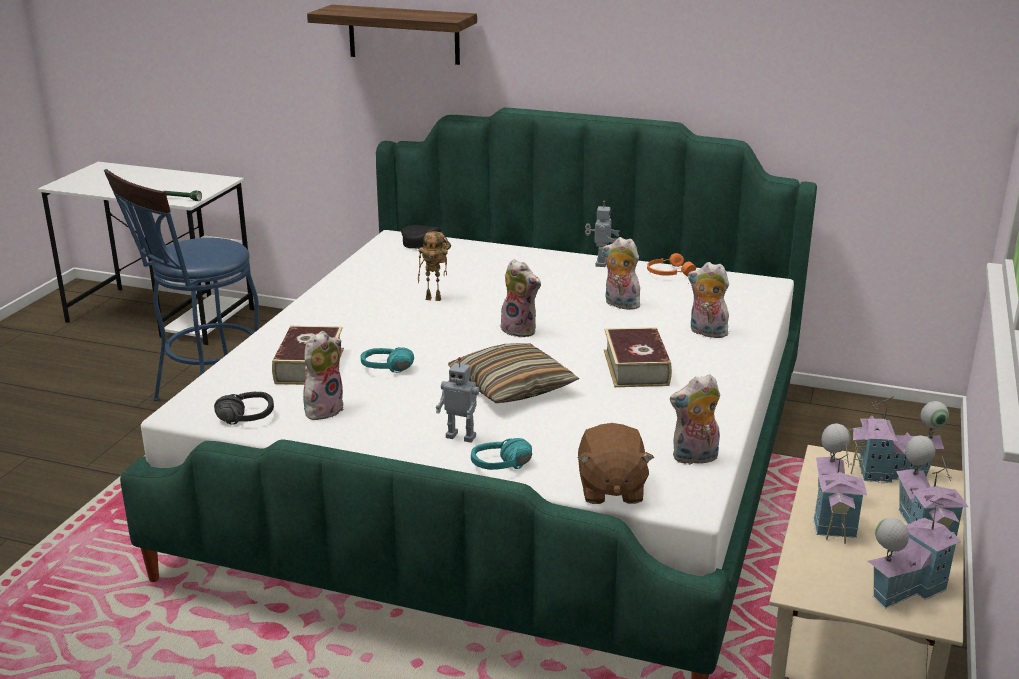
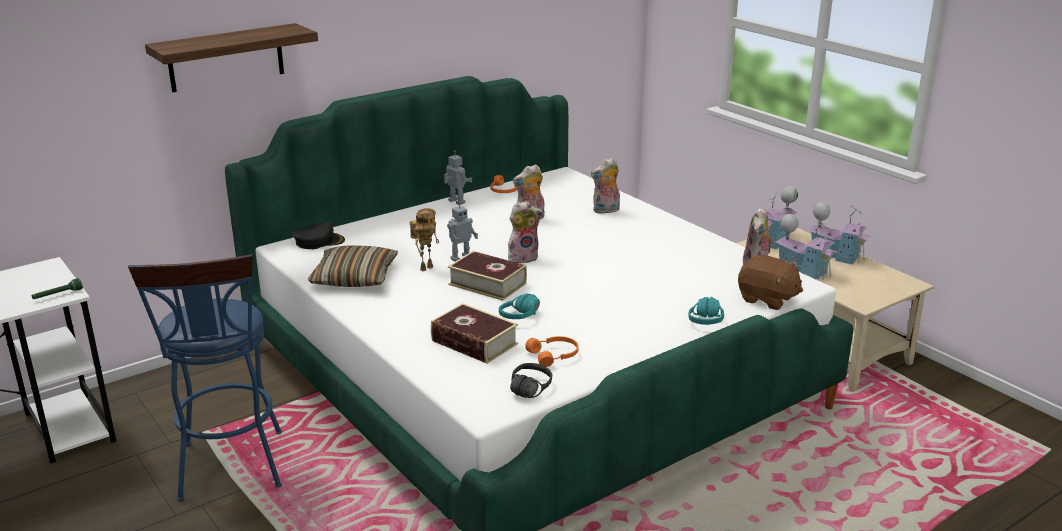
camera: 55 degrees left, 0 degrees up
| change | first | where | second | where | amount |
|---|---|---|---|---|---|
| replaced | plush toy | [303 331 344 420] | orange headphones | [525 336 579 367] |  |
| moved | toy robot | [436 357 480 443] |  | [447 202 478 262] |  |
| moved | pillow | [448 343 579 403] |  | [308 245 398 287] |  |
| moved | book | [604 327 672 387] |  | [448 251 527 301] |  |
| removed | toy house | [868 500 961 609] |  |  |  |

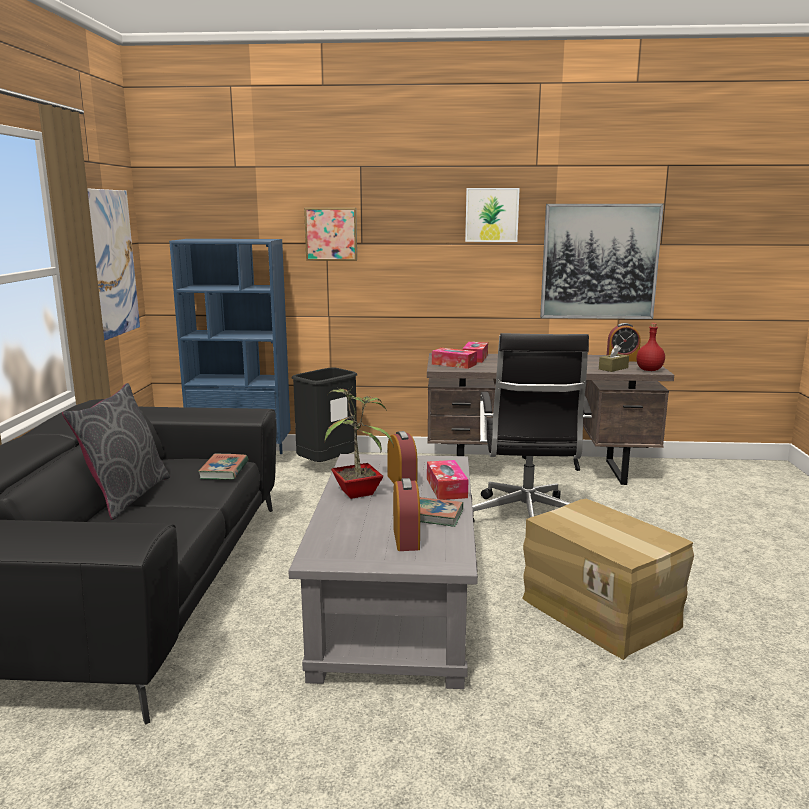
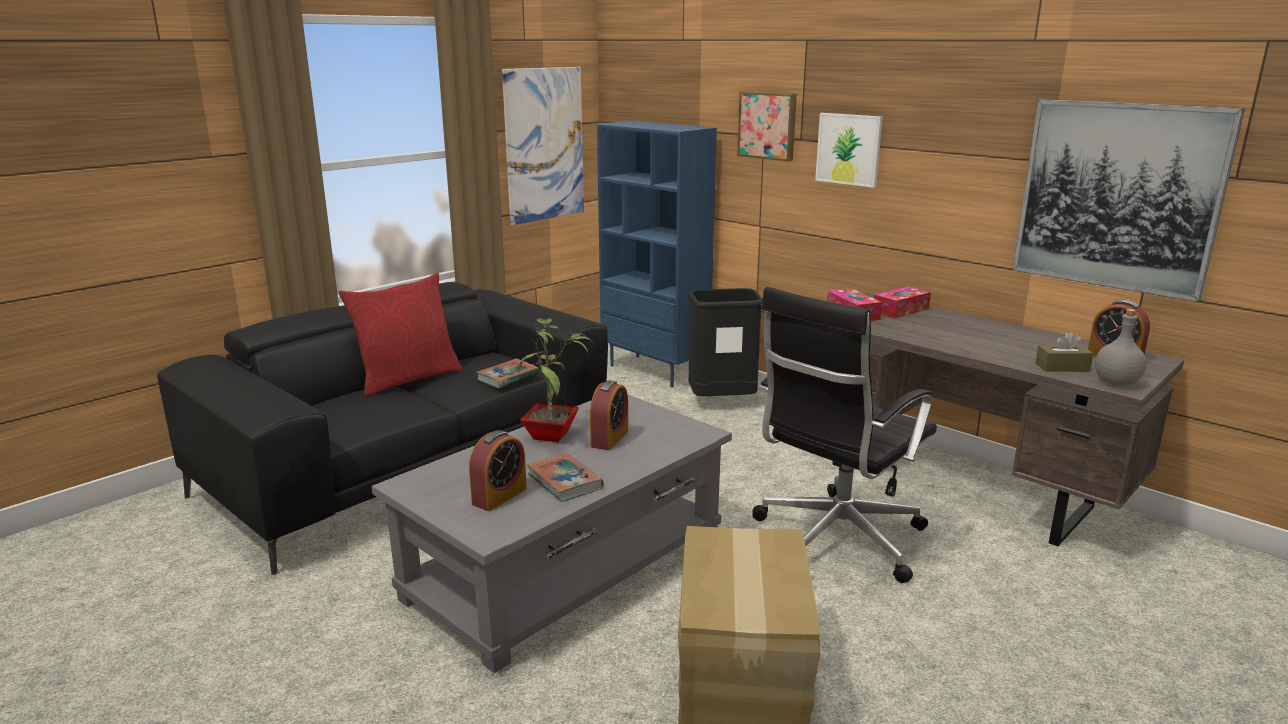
camera: 40 degrees right, 5 degrees up
| change | first | where | second | where | amount |
|---|---|---|---|---|---|
| recoloured | grey pillow | [62 383 170 520] | red pillow | [339 273 463 397] |  |
| removed | tissue box | [427 460 468 500] |  |  |  |
| moved | picture | [465 188 520 242] |  | [815 113 882 188] |  |
| recoloured | red bottle | [636 323 665 371] | grey bottle | [1095 309 1146 386] |  |

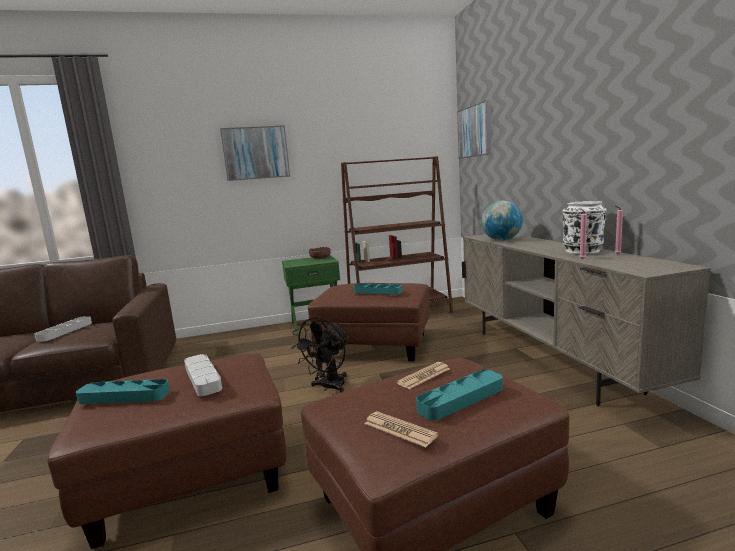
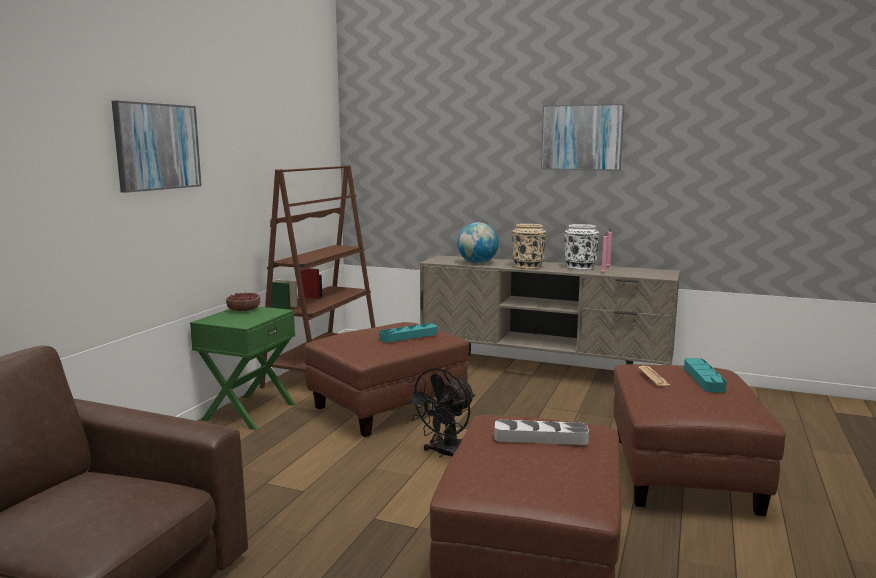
camera: 55 degrees left, 0 degrees up
| change | first | where | second | where | amount |
|---|---|---|---|---|---|
| removed | grey tray | [34 316 92 342] |  |  |  |
| removed | turquoise tray | [76 379 170 404] |  |  |  |
| turned | black fan | [291 317 349 393] |  | [405 368 475 458] | 60 degrees clockwise |
| removed | newspaper | [364 411 438 447] |  |  |  |
| moved | picture | [457 100 491 159] |  | [541 104 624 171] |  |
| added |  |  | beige vase | [512 224 546 269] |  |

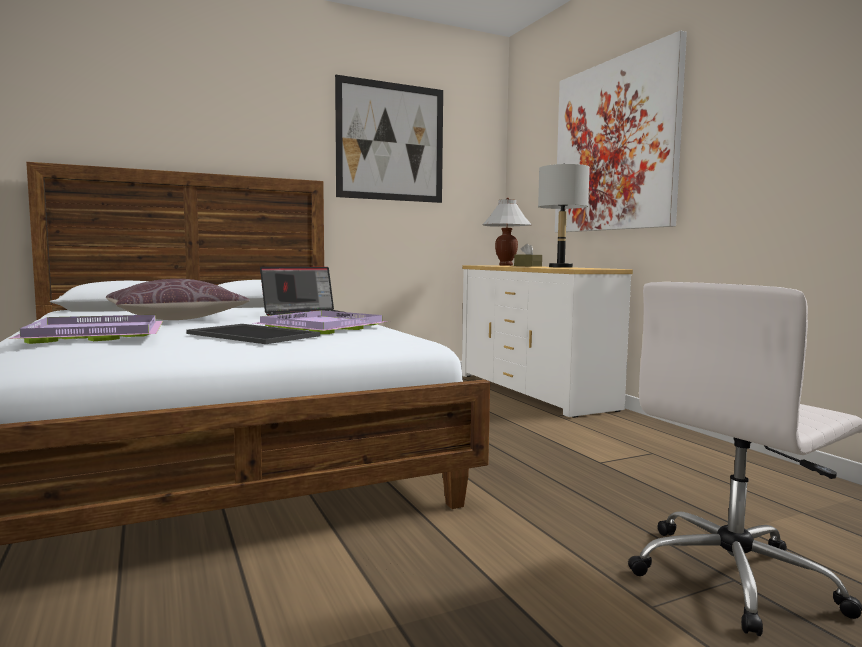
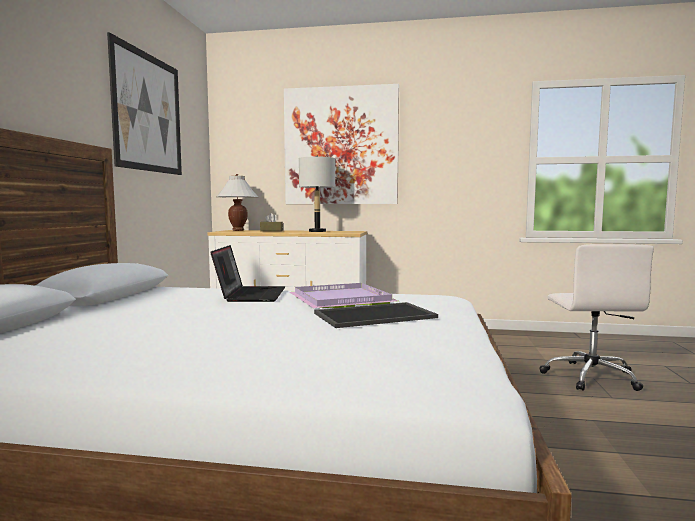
camera: 55 degrees left, 0 degrees up
| change | first | where | second | where | amount |
|---|---|---|---|---|---|
| removed | purple tray | [9 315 163 344] |  |  |  |
| removed | brown pillow | [106 279 250 320] |  |  |  |

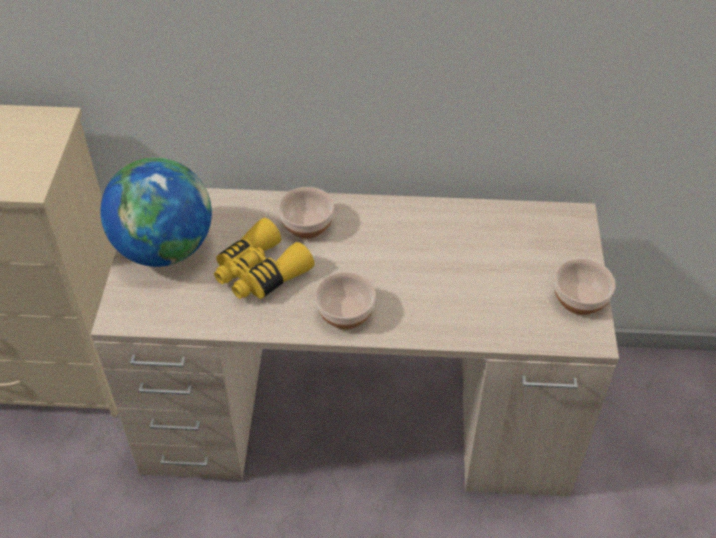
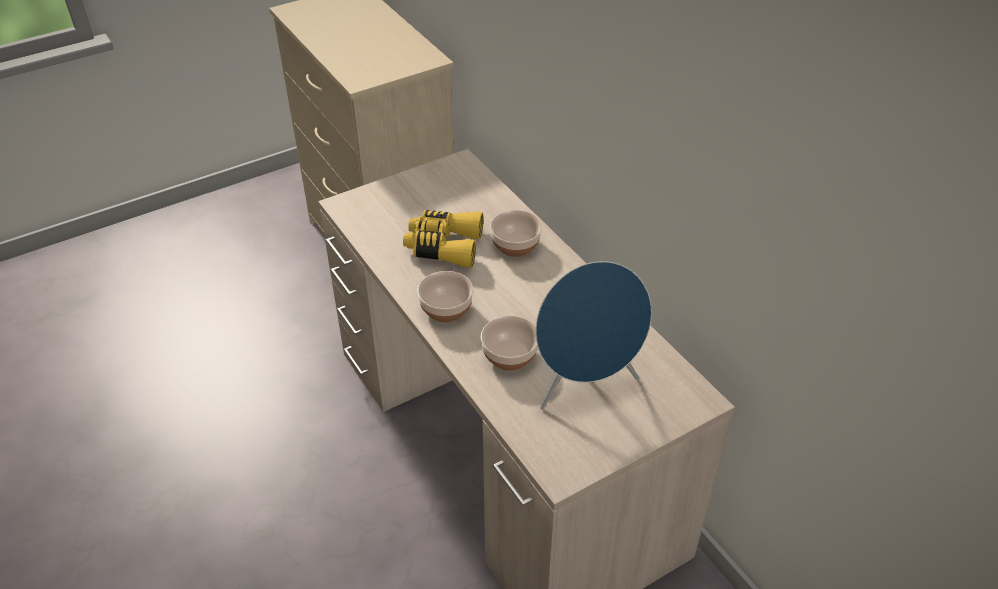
camera: 55 degrees right, 5 degrees down
| change | first | where | second | where | amount |
|---|---|---|---|---|---|
| removed | globe | [100 157 212 267] |  |  |  |
| moved | bowl | [555 259 616 315] |  | [481 316 538 371] |  |
| added |  |  | blue speaker | [535 261 652 410] |  |

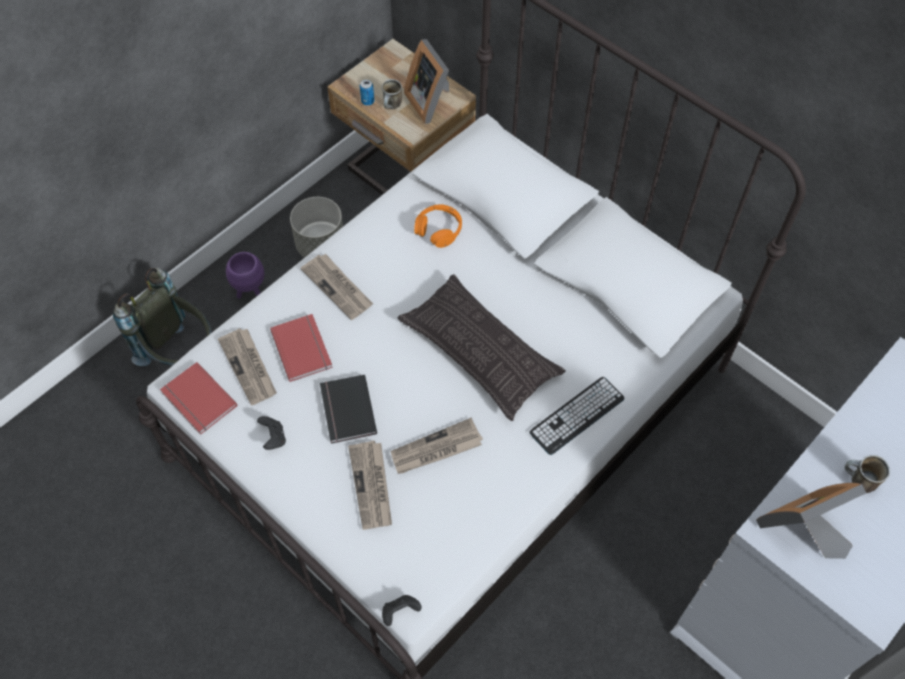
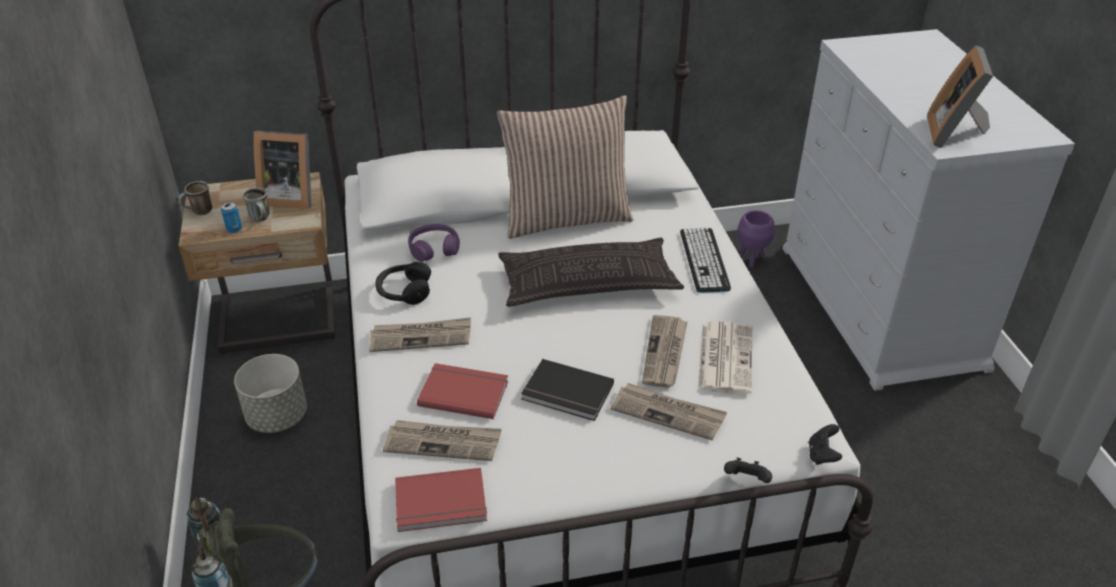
camera: 55 degrees left, 20 degrees down
| change | first | where | second | where | amount |
|---|---|---|---|---|---|
| moved | purple planter | [226 252 265 299] |  | [737 210 775 268] |  |
| moved | black game controller | [257 416 286 450] |  | [724 458 772 483] |  |
| recoloured | orange headphones | [414 204 462 248] | purple headphones | [408 224 460 262] |  |
| moved | mug | [845 455 890 493] |  | [179 181 213 215] |  |
| added |  |  | black headphones | [375 262 431 305] |  |
| added |  |  | pillow | [497 95 633 239] |  |
| added |  |  | newspaper | [698 321 752 394] |  |

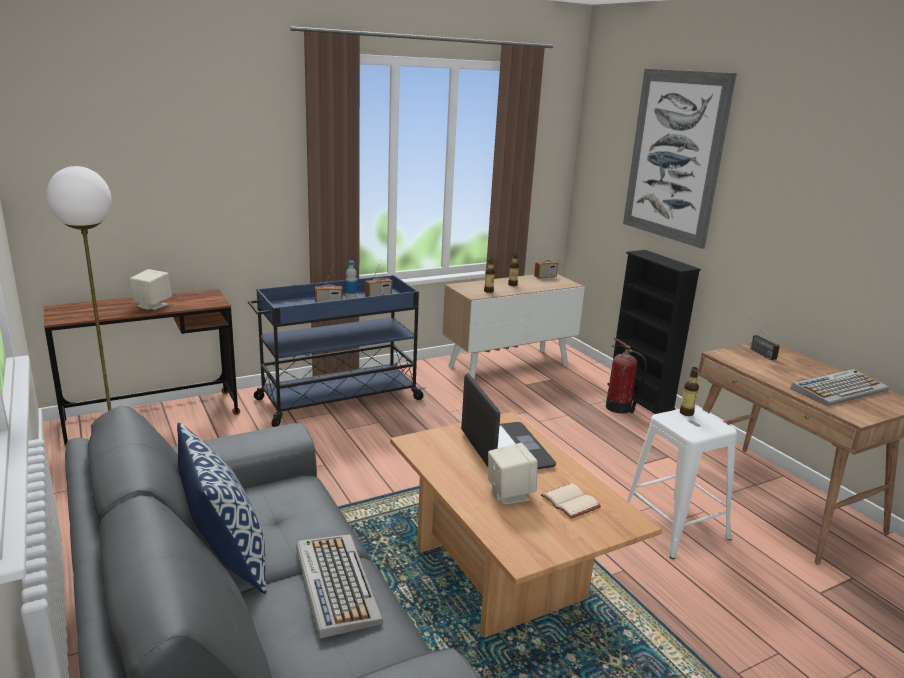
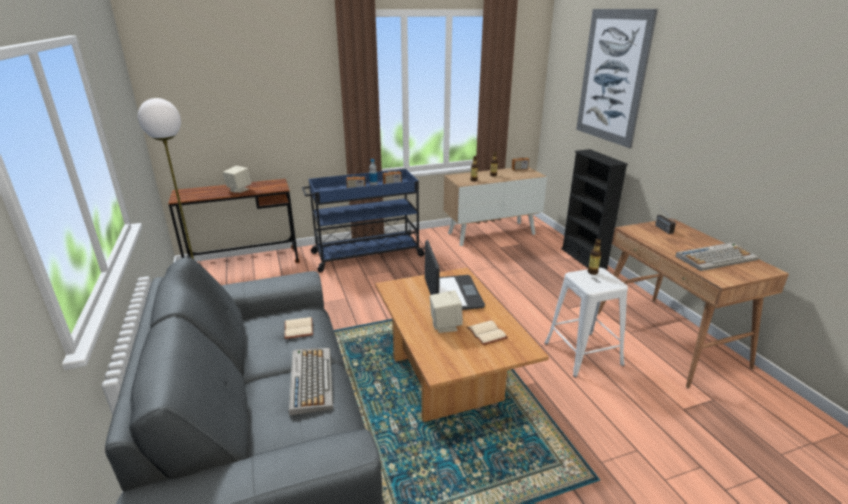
camera: 10 degrees right, 5 degrees up
| change | first | where | second | where | amount |
|---|---|---|---|---|---|
| removed | pillow | [177 422 266 594] |  |  |  |
| removed | fire extinguisher | [606 338 647 413] |  |  |  |
| added |  |  | beige book | [284 317 313 339] |  |

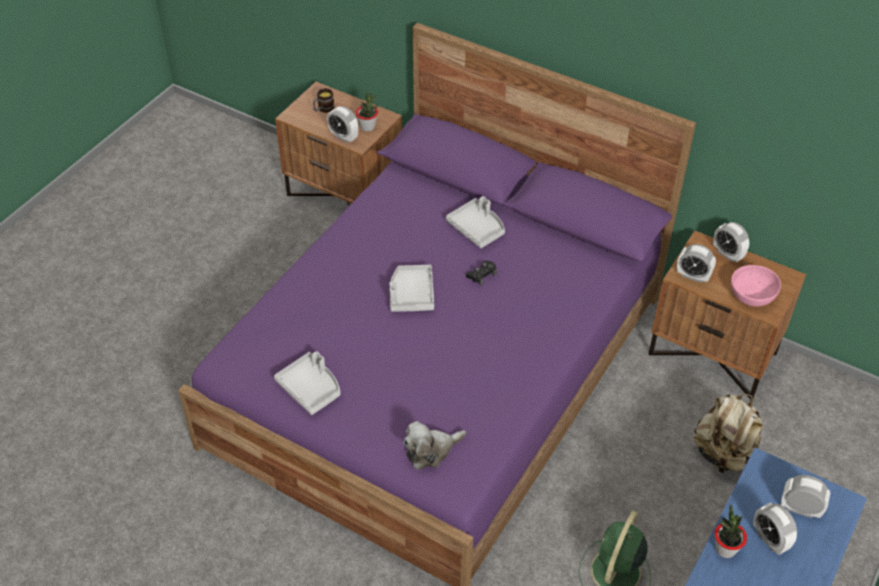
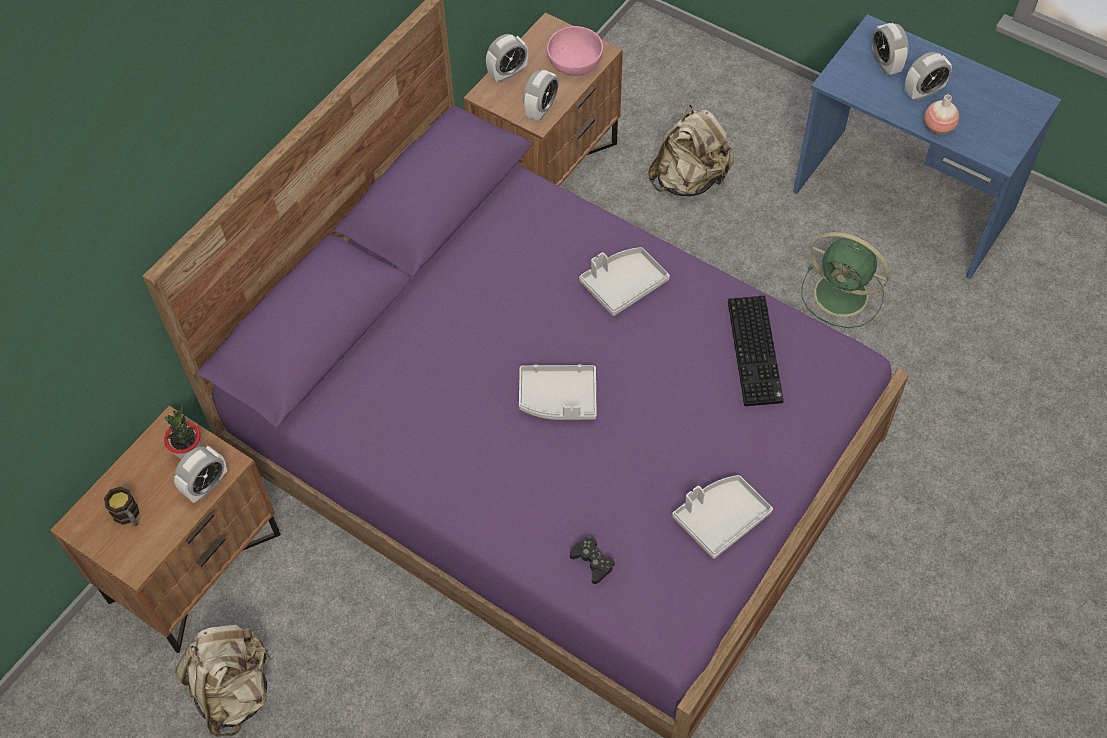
camera: 85 degrees left, 10 degrees up
| change | first | where | second | where | amount |
|---|---|---|---|---|---|
| removed | plush toy | [403 421 466 470] |  |  |  |
| moved | grey tray | [446 196 505 248] |  | [579 247 670 316] |  |
| moved | black game controller | [466 260 497 286] |  | [570 537 615 584] |  |
| replaced | potted plant | [715 505 747 558] | vase | [924 95 959 134] |  |
| turned | alarm clock | [781 475 830 518] |  | [872 23 909 75] | 45 degrees counterclockwise |
| added |  |  | beige backpack | [176 625 272 737] |  |
| added |  |  | keyboard | [728 296 784 406] |  |

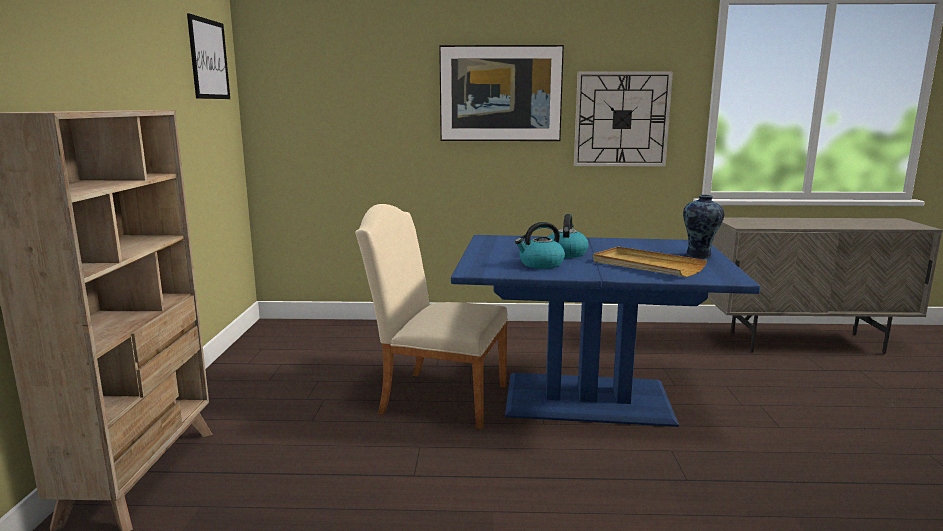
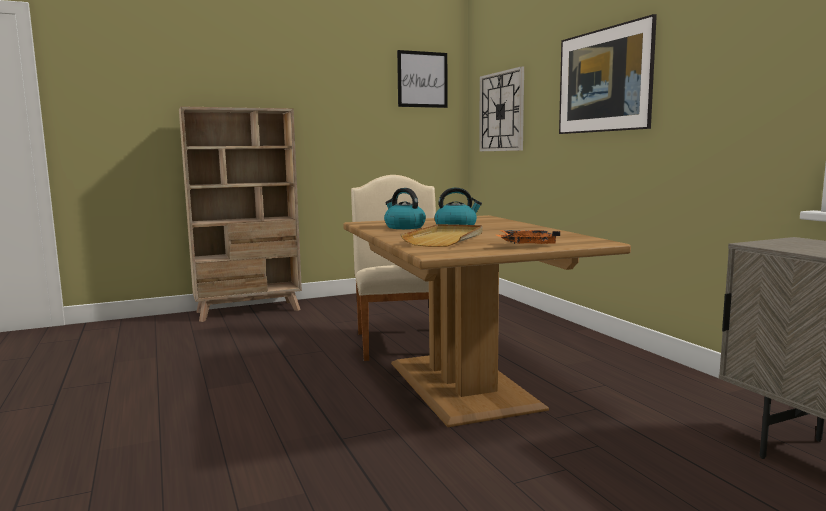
camera: 65 degrees right, 5 degrees down
| change | first | where | second | where | amount |
|---|---|---|---|---|---|
| recoloured | blue dining table | [451 235 761 427] | brown dining table | [343 215 631 427] |  |
| moved | wall clock | [574 71 673 166] |  | [479 66 524 151] |  |
| replaced | vase | [683 194 724 258] | orange tray | [496 230 560 244] |  |

